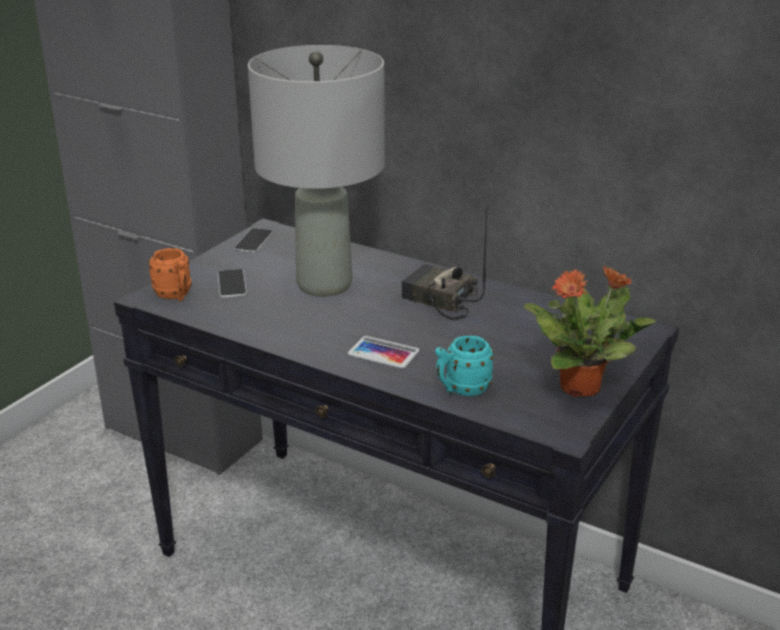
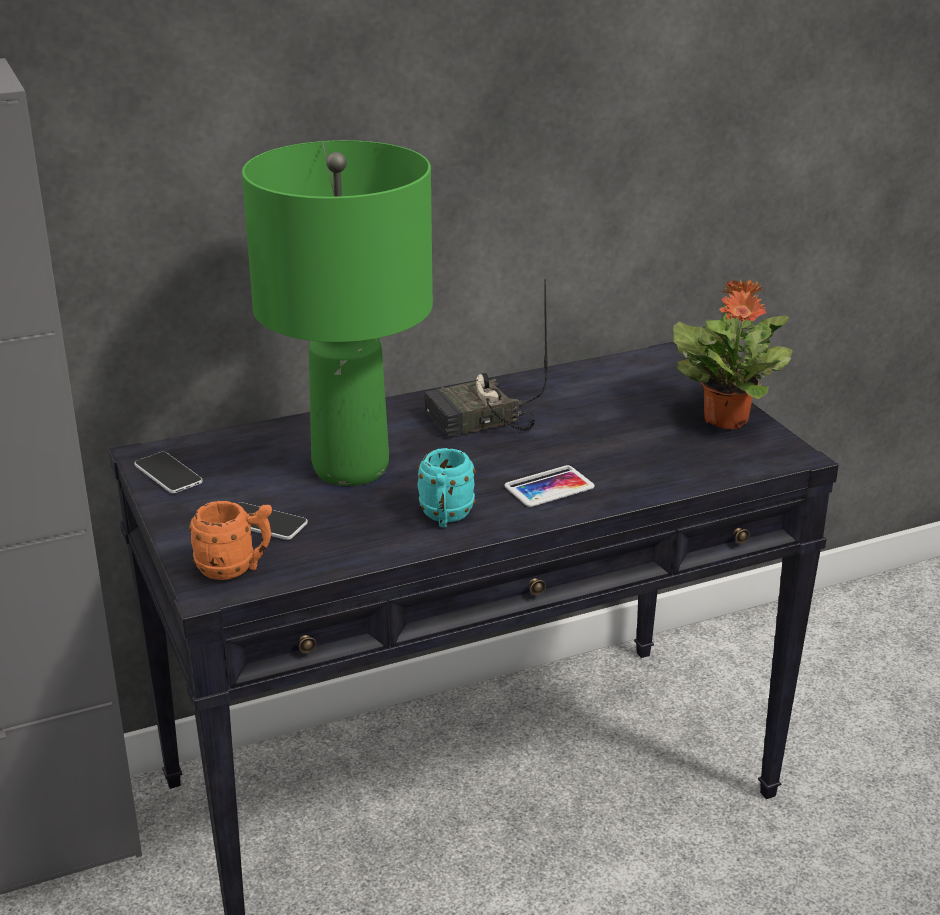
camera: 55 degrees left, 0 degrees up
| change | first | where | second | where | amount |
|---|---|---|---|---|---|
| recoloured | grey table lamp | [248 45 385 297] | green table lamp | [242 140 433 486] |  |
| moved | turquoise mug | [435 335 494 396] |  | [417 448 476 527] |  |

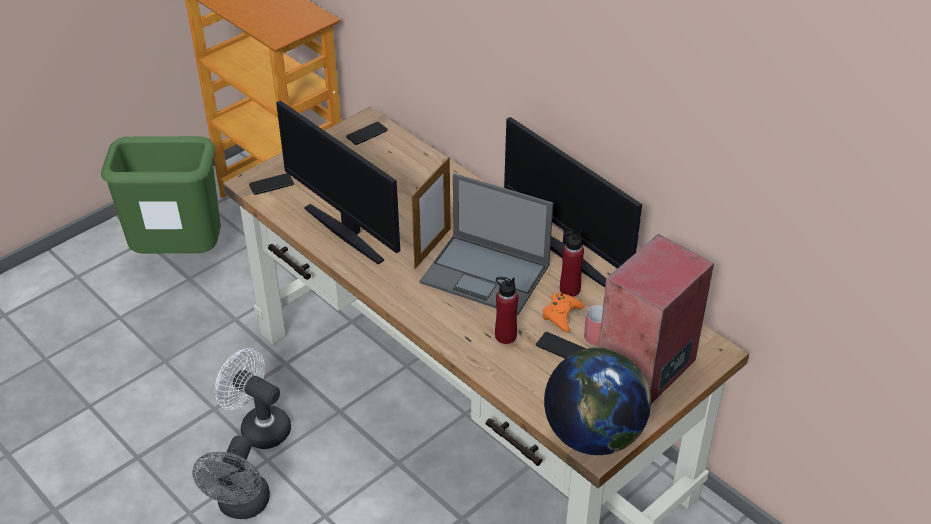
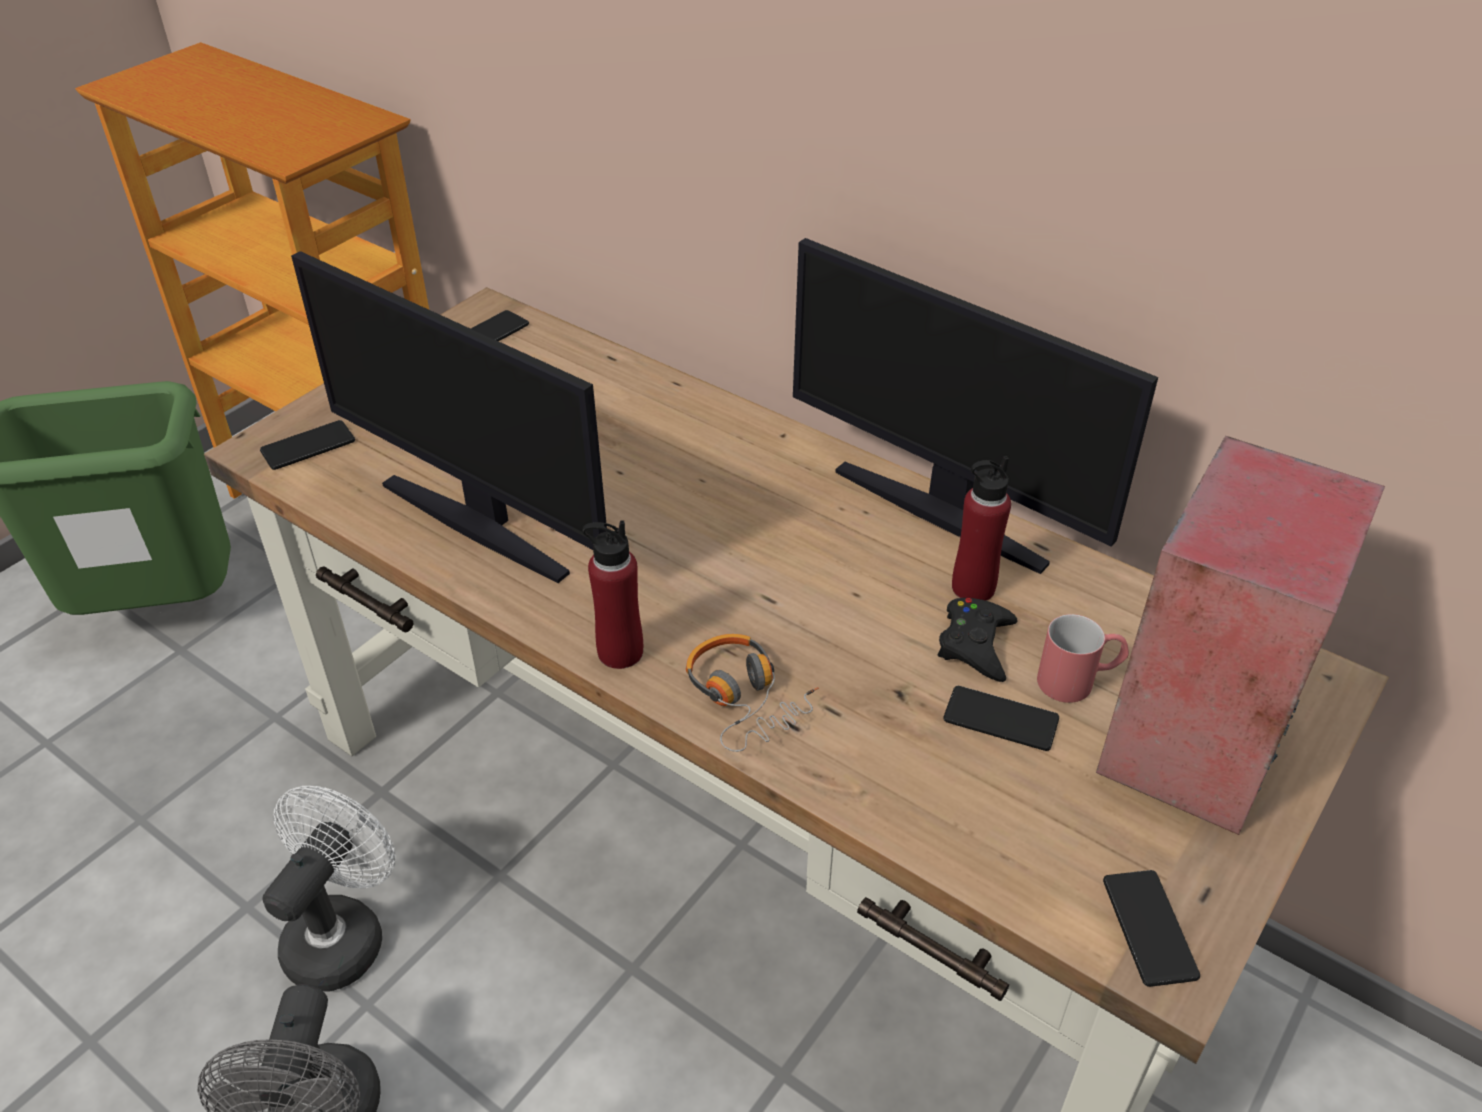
camera: 10 degrees left, 0 degrees up
| change | first | where | second | where | amount |
|---|---|---|---|---|---|
| turned | white fan | [215 348 291 449] |  | [262 786 395 992] | 90 degrees clockwise |
| removed | picture frame | [411 157 450 269] |  |  |  |
| removed | laptop | [420 173 553 316] |  |  |  |
| moved | red bottle | [495 277 518 344] |  | [582 520 643 669] |  |
| recoloured | orange game controller | [542 293 585 333] | black game controller | [938 598 1017 682] |  |
| replaced | globe | [544 348 651 455] | phone | [1103 870 1200 987] |  |
| added |  |  | headphones | [686 634 819 752] |  |

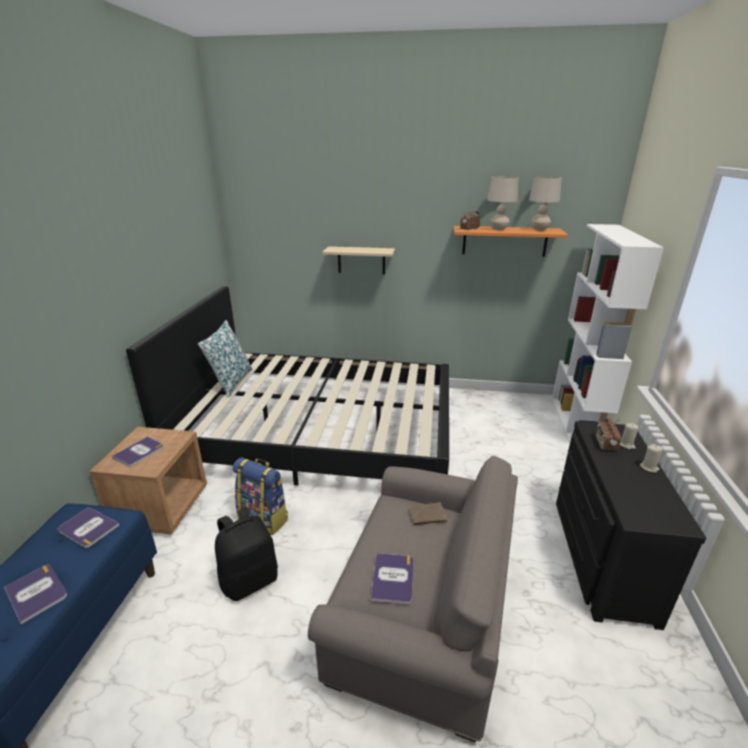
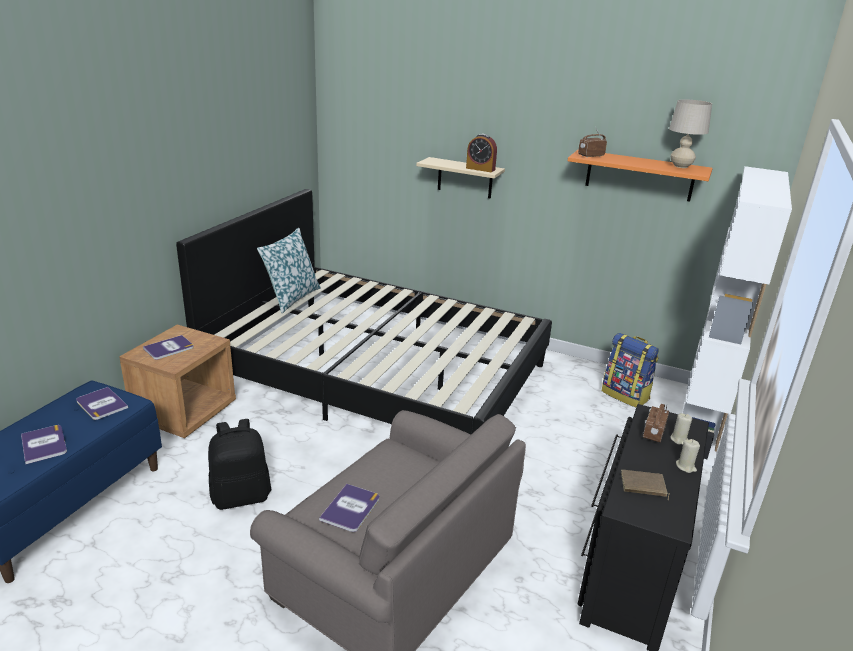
camera: 15 degrees right, 0 degrees up
| change | first | where | second | where | amount |
|---|---|---|---|---|---|
| moved | backpack | [233 457 288 535] |  | [602 333 659 407] |  |
| moved | brown book | [409 502 449 525] |  | [621 470 670 500] |  |
| removed | beige table lamp | [487 176 519 230] |  |  |  |
| added |  |  | alarm clock | [466 134 497 172] |  |

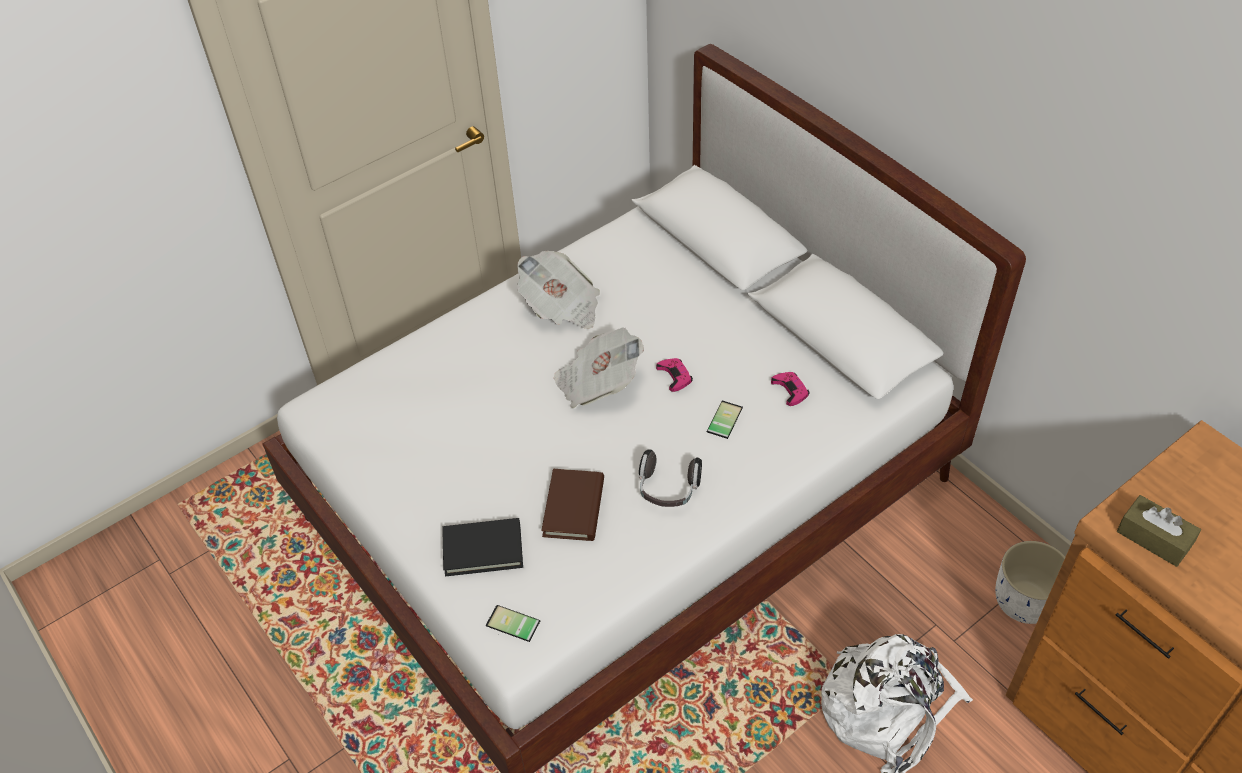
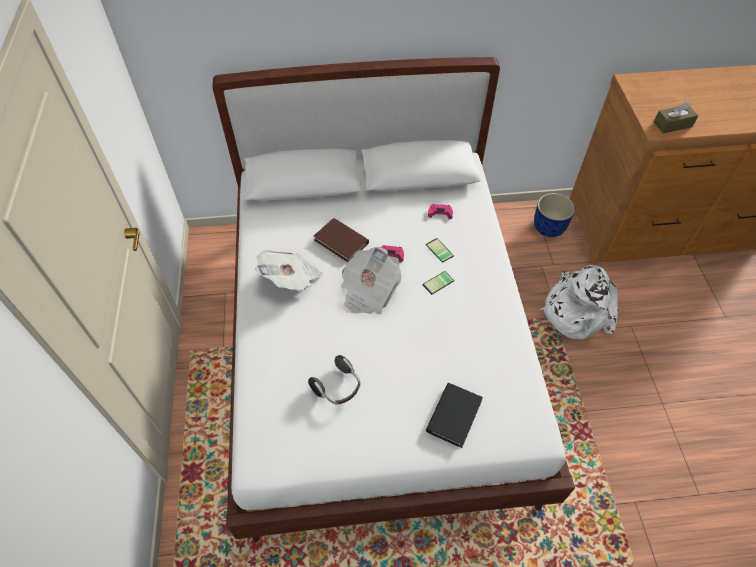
camera: 60 degrees left, 5 degrees up
| change | first | where | second | where | amount |
|---|---|---|---|---|---|
| moved | phone | [486 605 540 642] |  | [422 271 454 295] |  |
| moved | brown book | [541 469 604 541] |  | [314 218 369 262] |  |
| moved | headphones | [638 449 702 507] |  | [308 355 360 405] |  |
| recoloured | white planter | [995 541 1065 624] | blue planter | [534 193 575 237] |  |

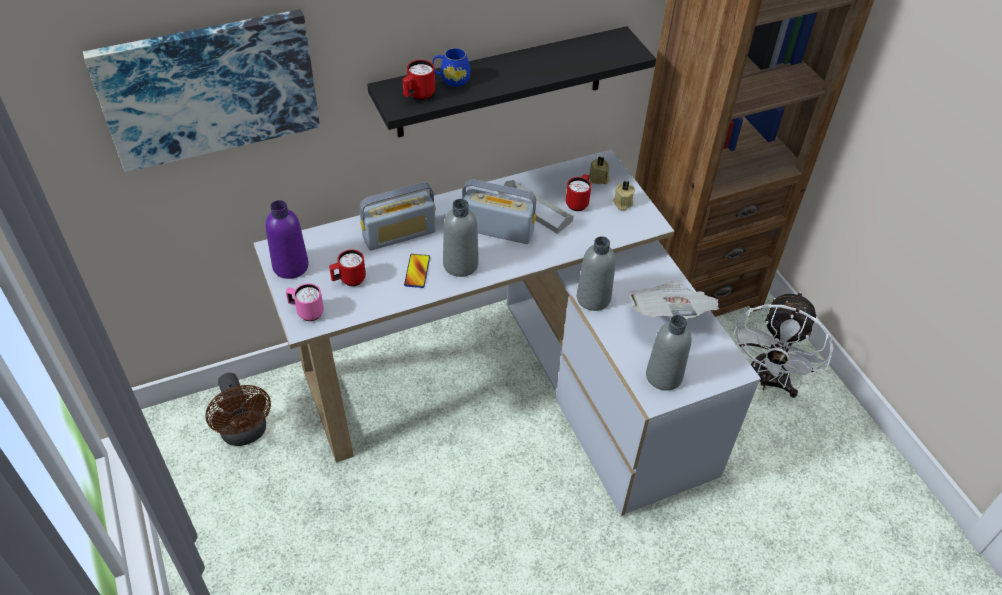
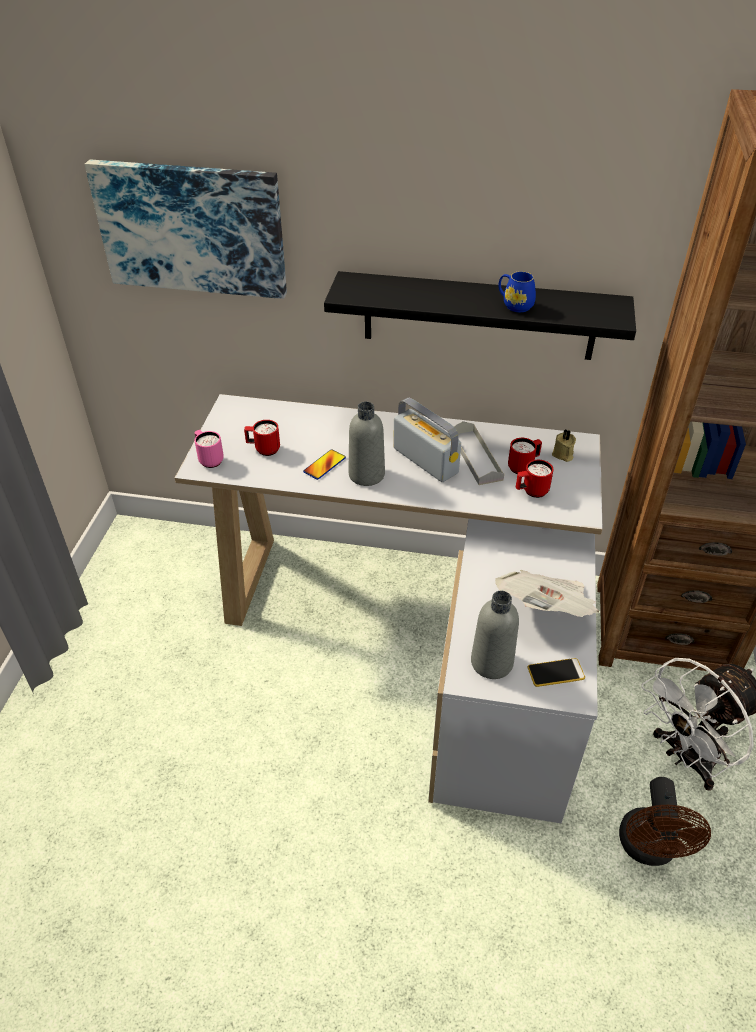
camera: 35 degrees right, 5 degrees down
| change | first | where | second | where | amount |
|---|---|---|---|---|---|
| moved | brown fan | [205 373 271 446] |  | [619 777 711 866] |  |
| removed | purple bottle | [265 200 309 279] |  |  |  |
| removed | radio | [360 182 436 250] |  |  |  |
| moved | red mug | [402 60 435 100] |  | [516 460 553 498] |  |
| moved | blue mug | [432 48 471 87] |  | [498 271 536 312] |  |
| removed | grey bottle | [577 236 616 311] |  |  |  |
| removed | beige candle | [613 181 635 211] |  |  |  |
| added |  |  | phone | [528 658 585 687] |  |

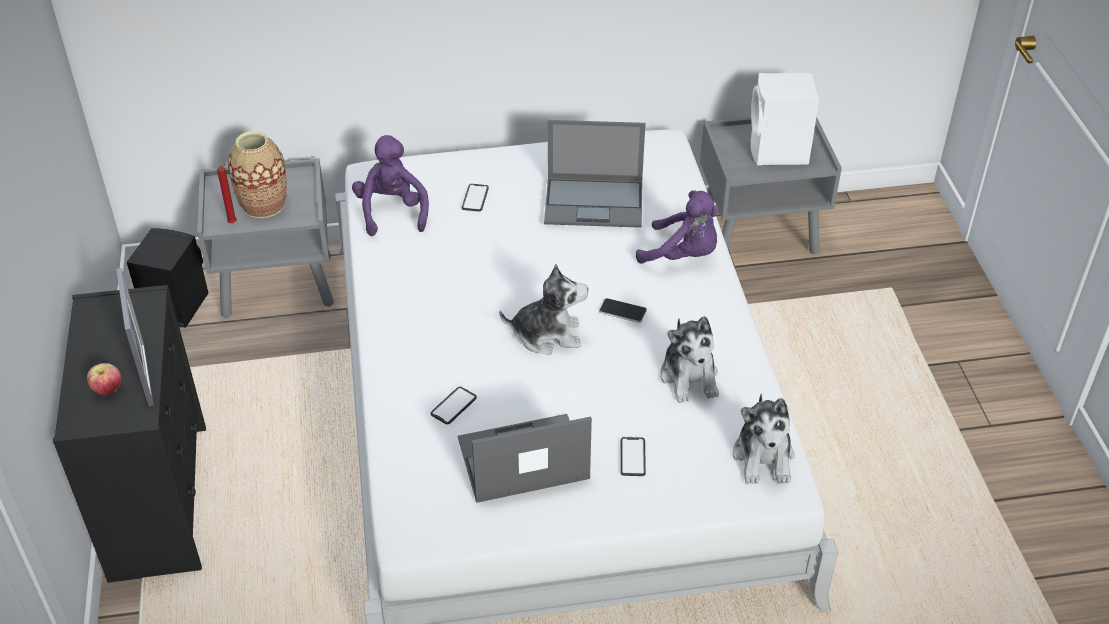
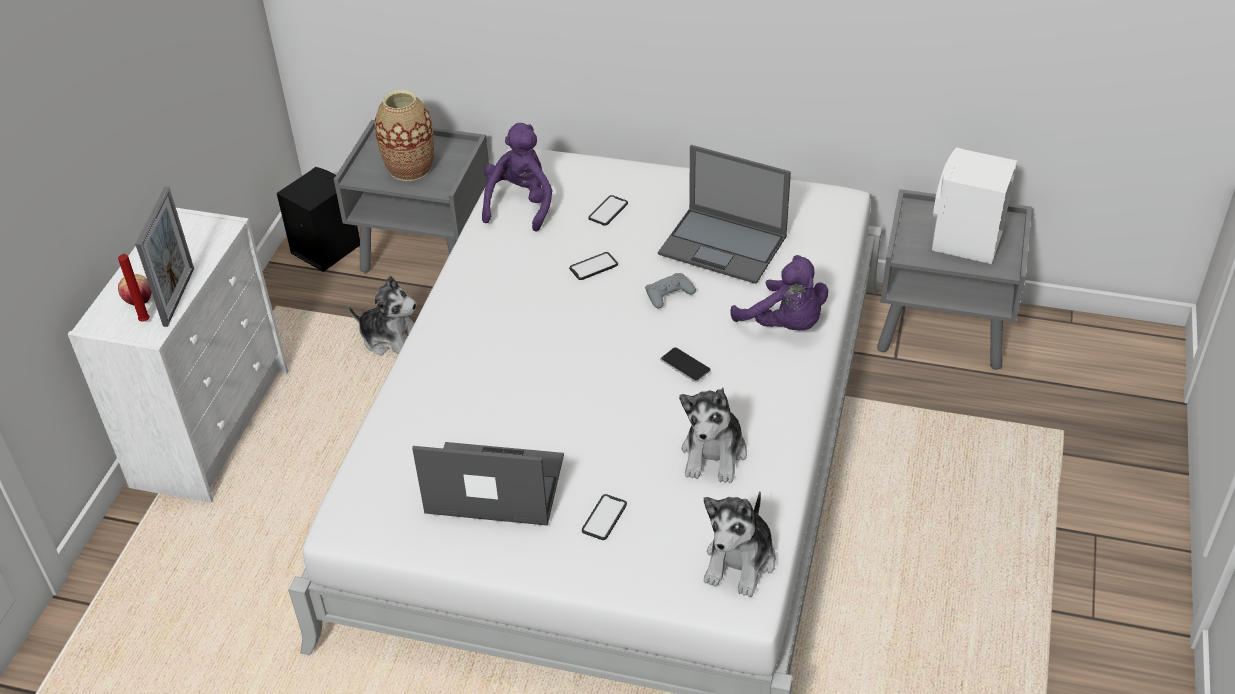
camera: 25 degrees right, 0 degrees up
| change | first | where | second | where | amount |
|---|---|---|---|---|---|
| recoloured | black dresser | [53 285 206 583] | white dresser | [68 208 288 503] |  |
| moved | red candle | [217 165 237 223] |  | [118 253 150 322] |  |
| moved | phone | [430 387 477 424] |  | [569 252 618 280] |  |
| moved | plush toy | [499 264 588 355] |  | [348 276 417 356] |  |
| added |  |  | grey game controller | [645 273 696 308] |  |

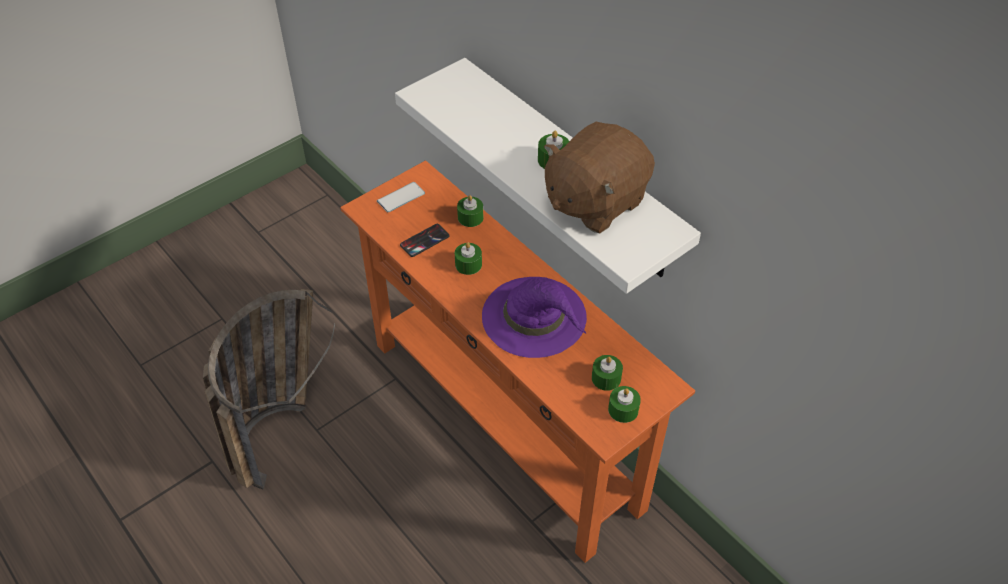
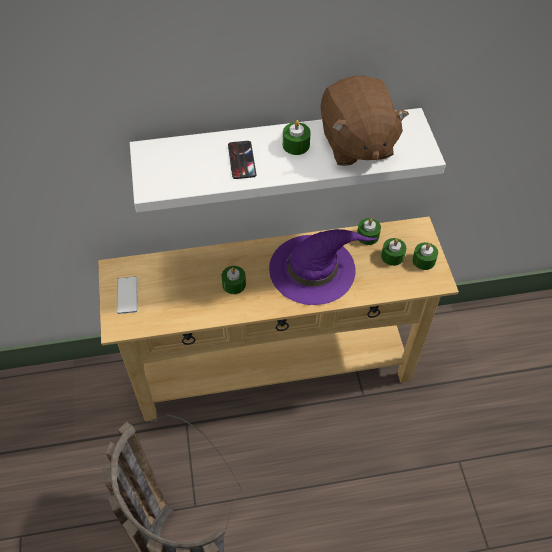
camera: 60 degrees left, 5 degrees up
| change | first | where | second | where | amount |
|---|---|---|---|---|---|
| recoloured | orange console table | [340 160 695 563] | beige console table | [98 217 459 422] |  |
| moved | phone | [400 224 450 257] |  | [228 141 256 179] |  |
| moved | green candle | [457 195 483 227] |  | [357 218 381 245] |  |

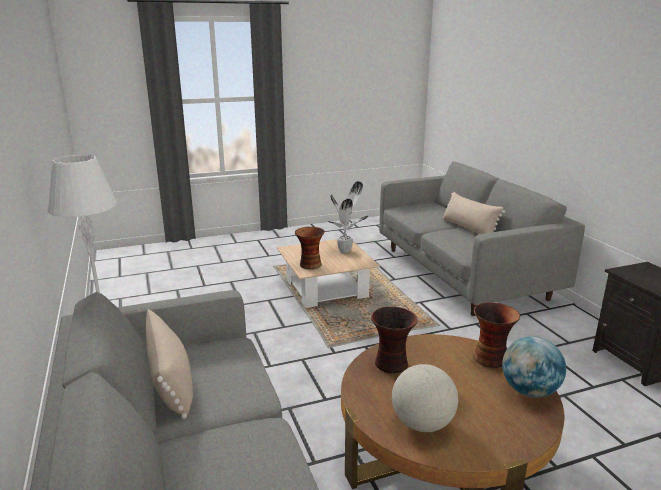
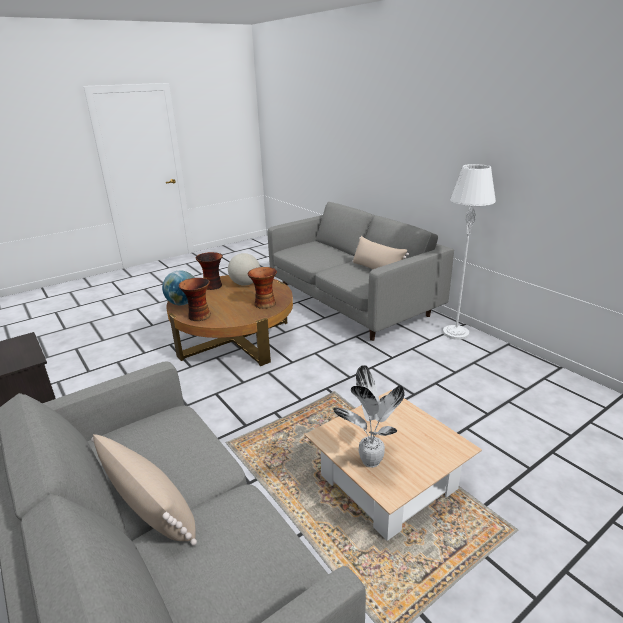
camera: 165 degrees right, 5 degrees up
| change | first | where | second | where | amount |
|---|---|---|---|---|---|
| moved | vase | [295 227 325 269] |  | [196 252 223 290] |  |

